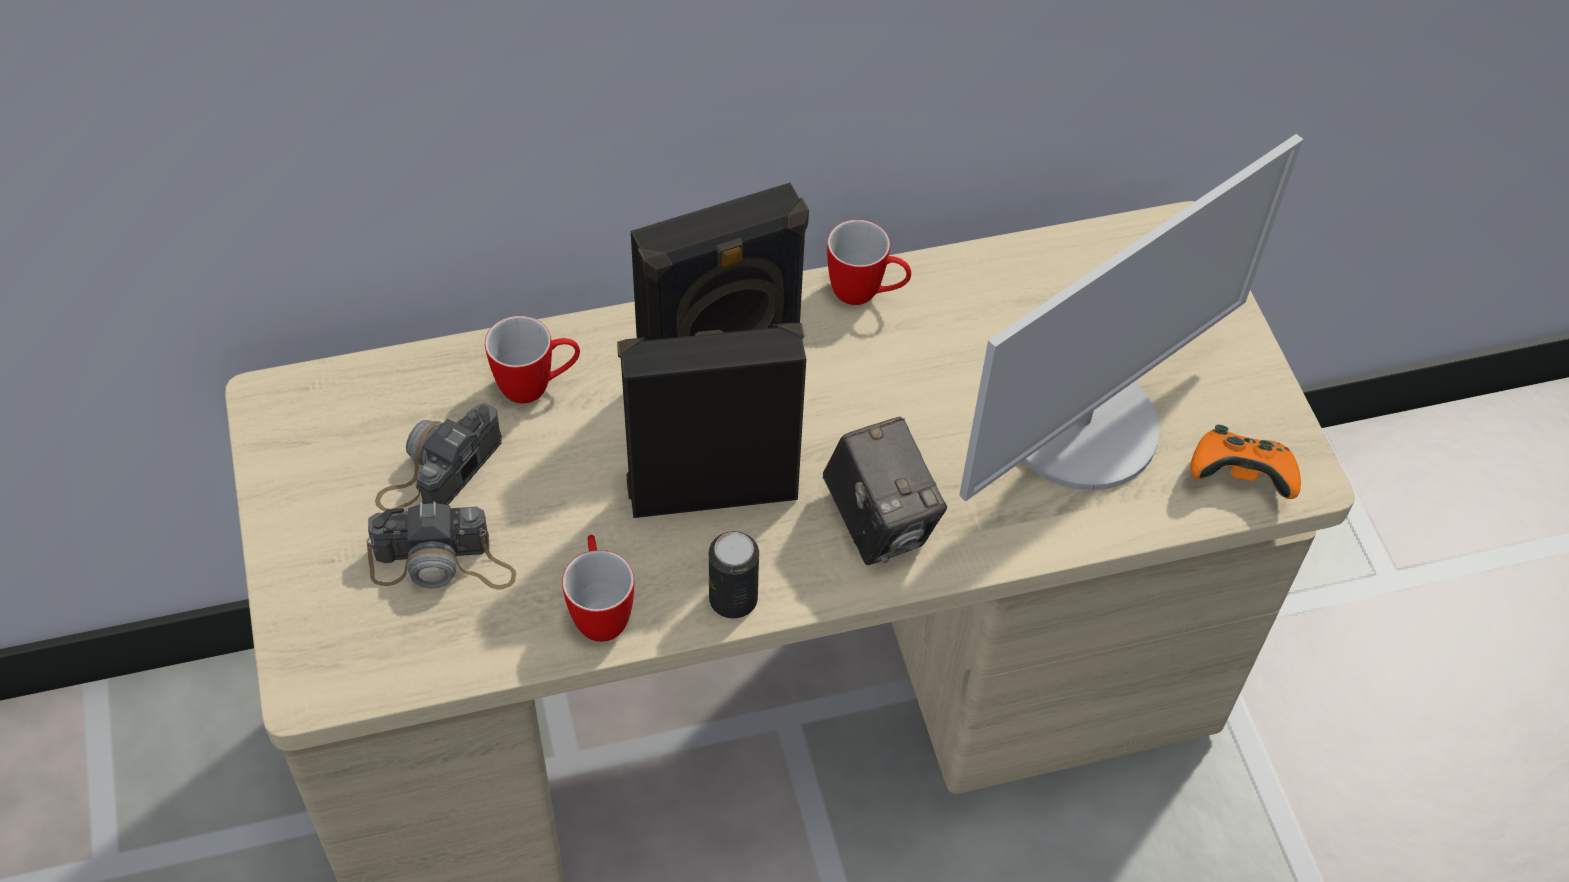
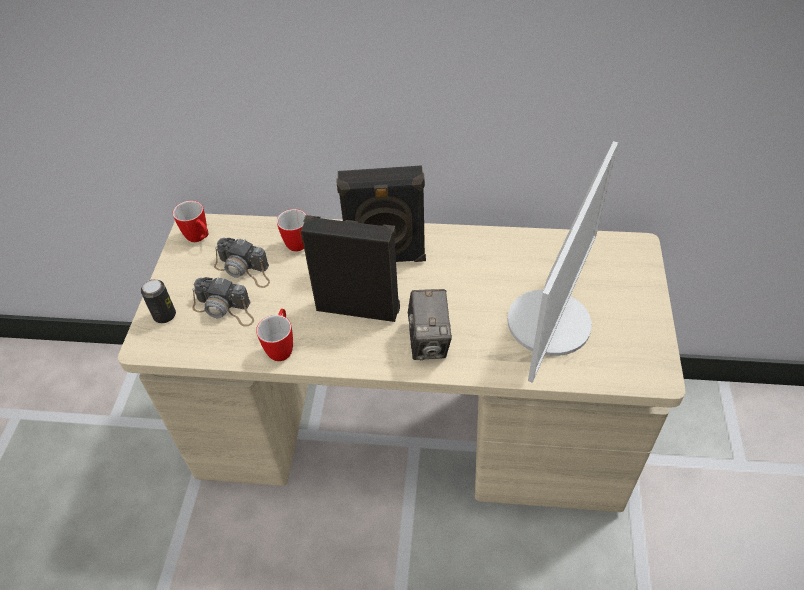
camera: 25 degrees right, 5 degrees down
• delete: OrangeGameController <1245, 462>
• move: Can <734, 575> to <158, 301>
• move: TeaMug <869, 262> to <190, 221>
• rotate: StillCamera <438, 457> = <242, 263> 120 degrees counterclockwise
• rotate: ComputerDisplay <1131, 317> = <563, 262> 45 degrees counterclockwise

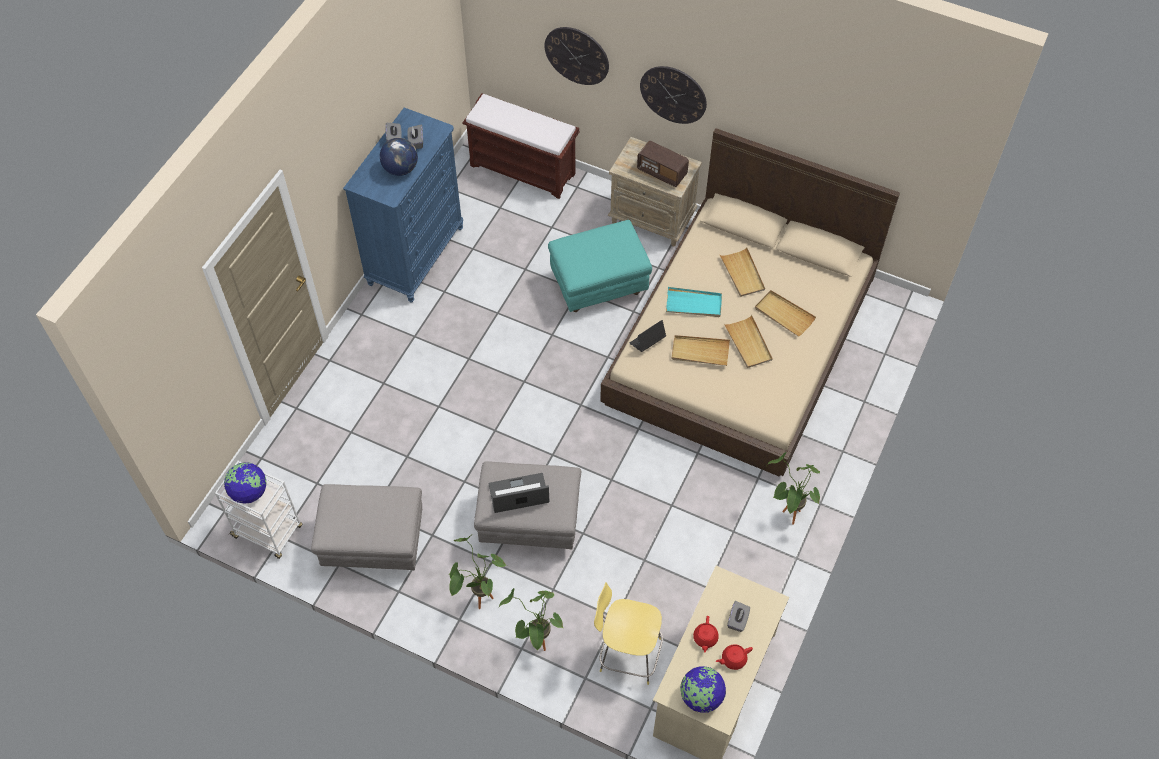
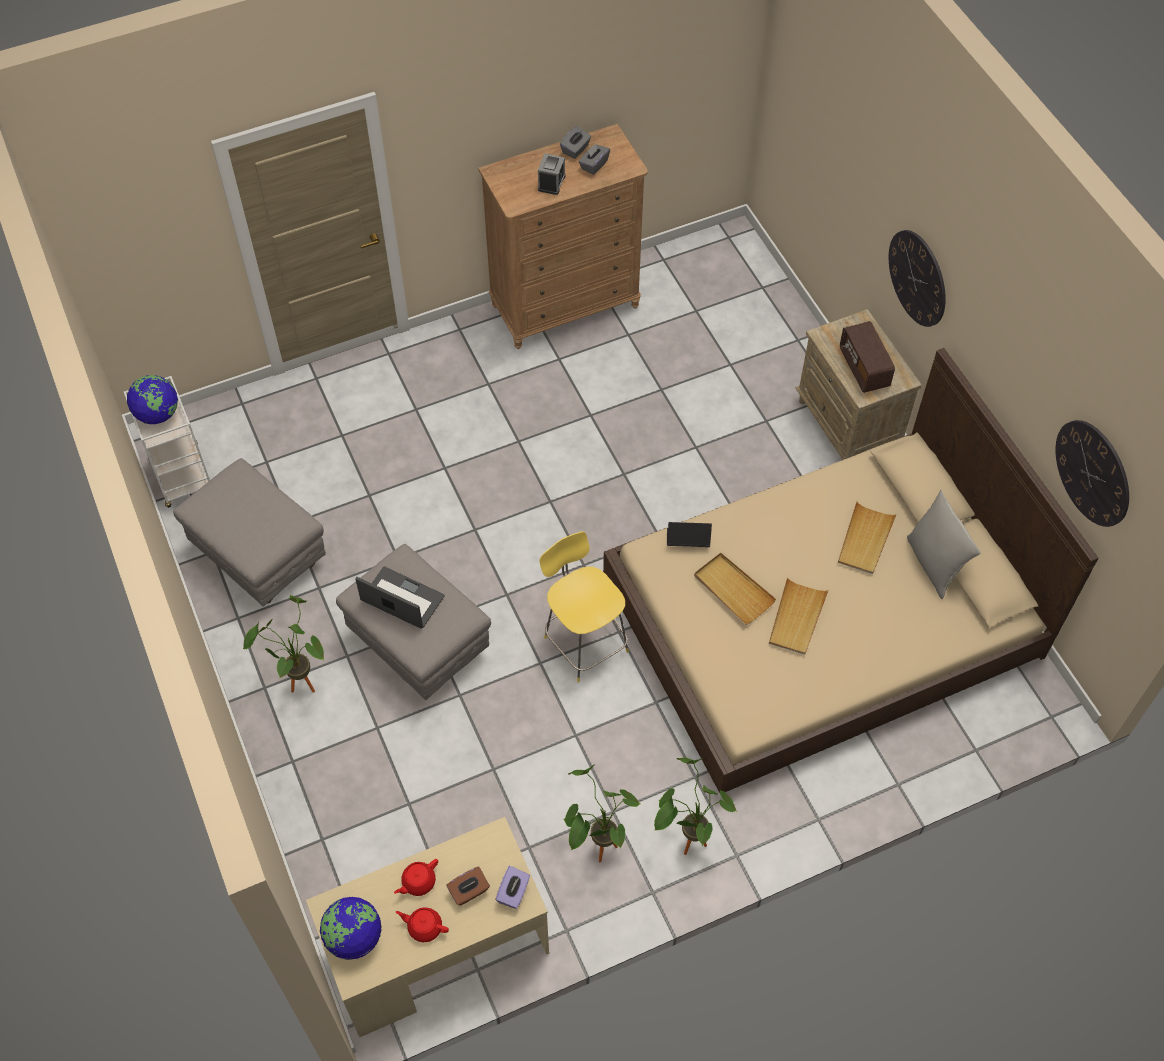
camera: 40 degrees right, 0 degrees up
• delete: BrownColouredBench <520, 146>
• delete: BlueGreenOttoman <600, 266>
• delete: BlueGreenCarryingTray <694, 302>
• delete: BeigeColouredCarryingTray <785, 313>
• insert: PurpleTissueBox <512, 887>
• insert: GreyThrowPillow <944, 544>
• move: Houseplant <531, 619> to <602, 813>
• move: WallClock <576, 56> to <1092, 473>
• move: YellowishSittingStool <628, 633> to <584, 607>
• replace: Globe <399, 157> to TableClock <551, 174>
• recolor: BlueColouredChestOfDrawers <403, 205> to BrownColouredChestOfDrawers <563, 236>
• recolor: GreyTissueBox <738, 616> to BrownColouredTissueBox <468, 886>

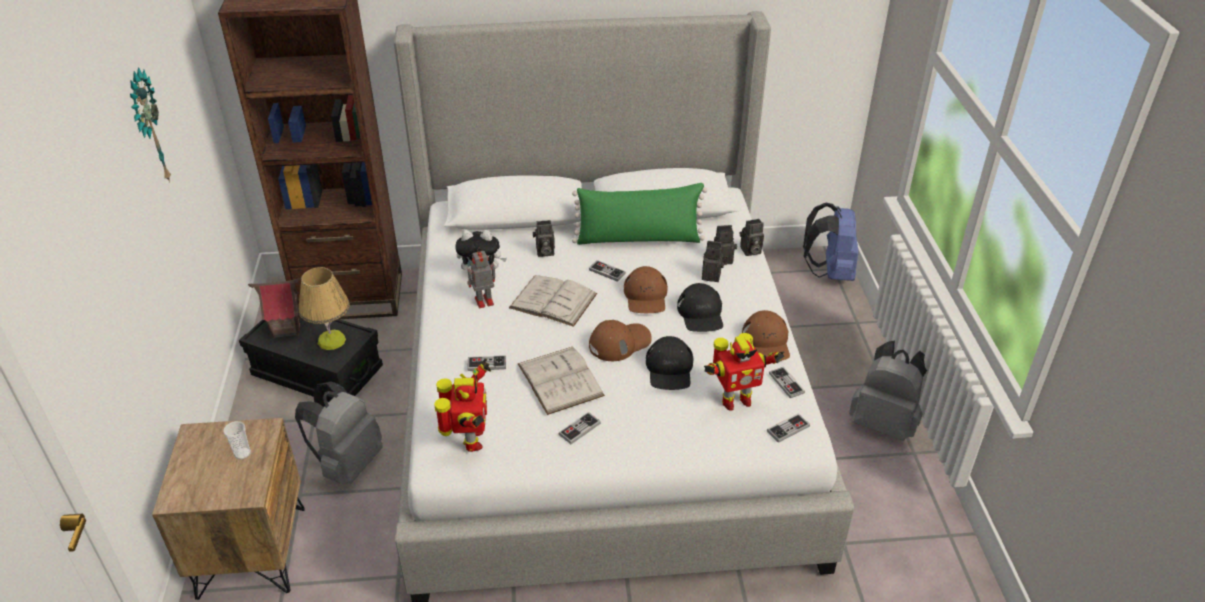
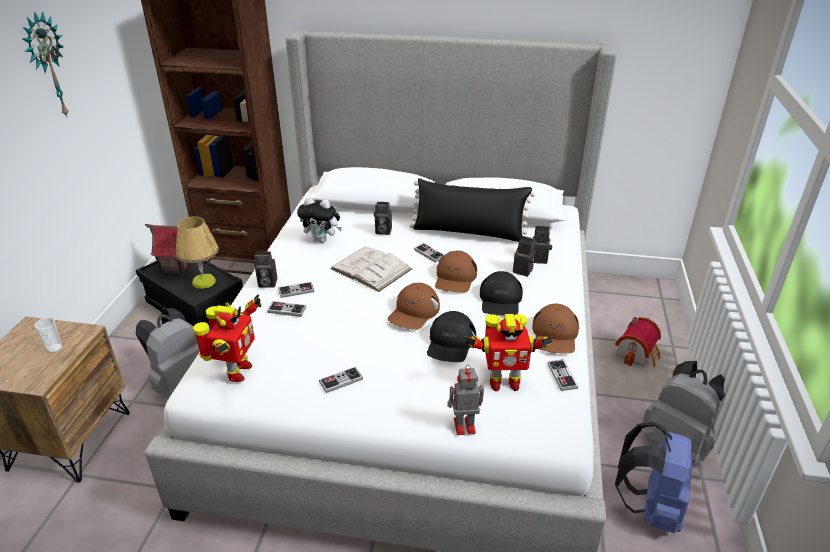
camera: 15 degrees right, 5 degrees down
• delete: WhiteColouredBook <561, 380>
• insert: ToyHouse <638, 342>
• move: ModelRobot <481, 278> to <465, 400>
• move: StillCamera <752, 237> to <265, 269>
• move: GameController <788, 428> to <296, 290>
• move: BlueColouredBackpack <831, 242> to <653, 477>
• recolor: GreenColouredThrowPillow <639, 214> to BlackThrowPillow <472, 210>
• rotate: BrownColouredBaseballCap <620, 340> = <414, 306> 135 degrees clockwise

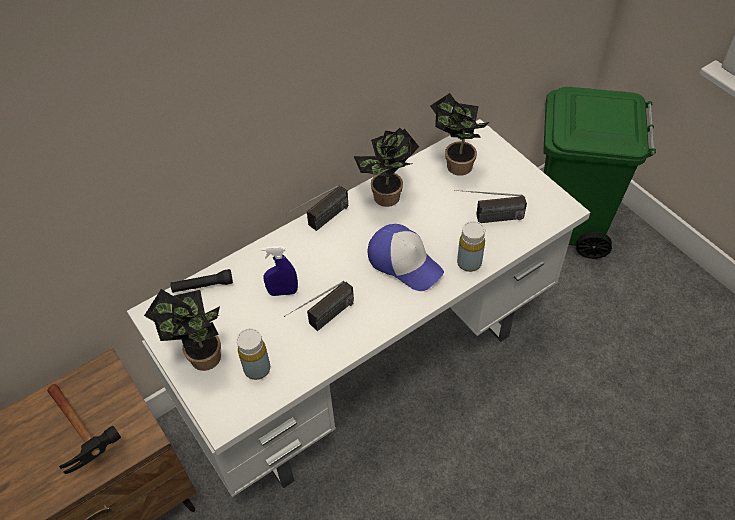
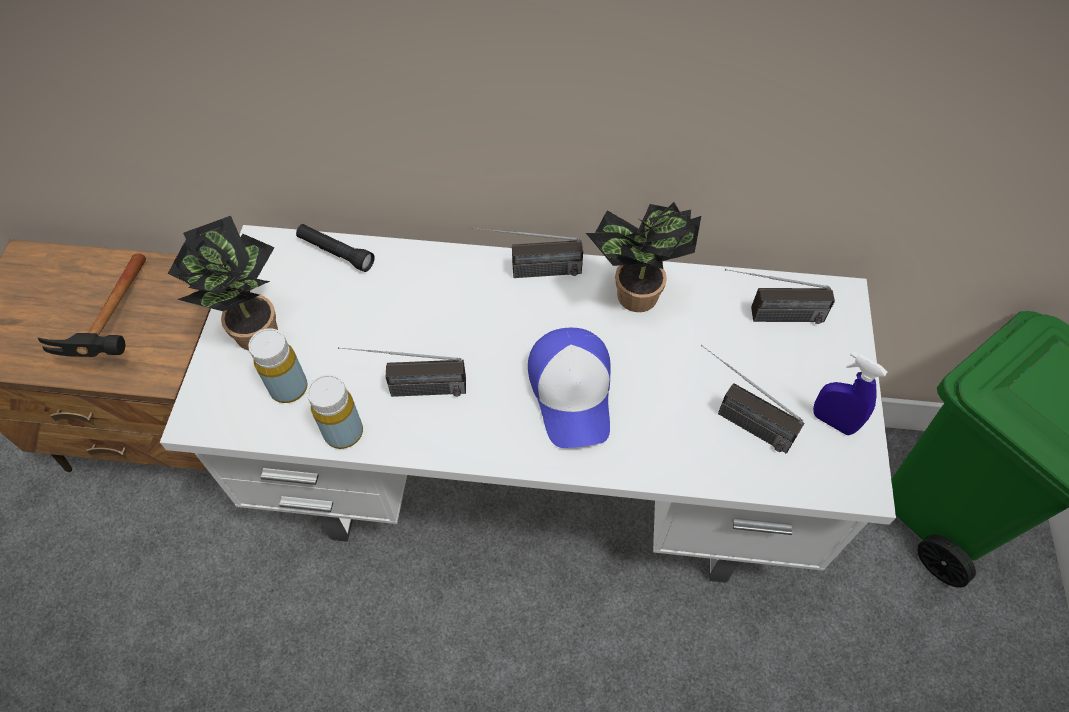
camera: 40 degrees right, 5 degrees up
• move: BlueColouredSprayBottle <280, 271> to <850, 393>
• move: YellowishBottle <471, 246> to <335, 412>
• replace: Houseplant <459, 134> to Radio <780, 296>

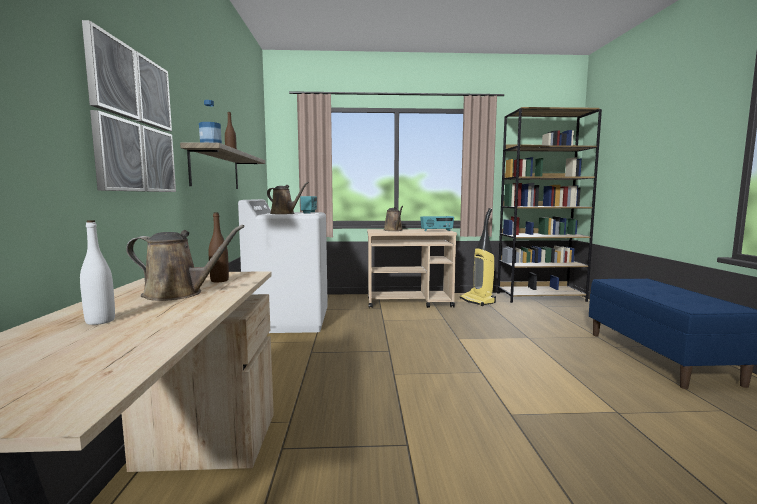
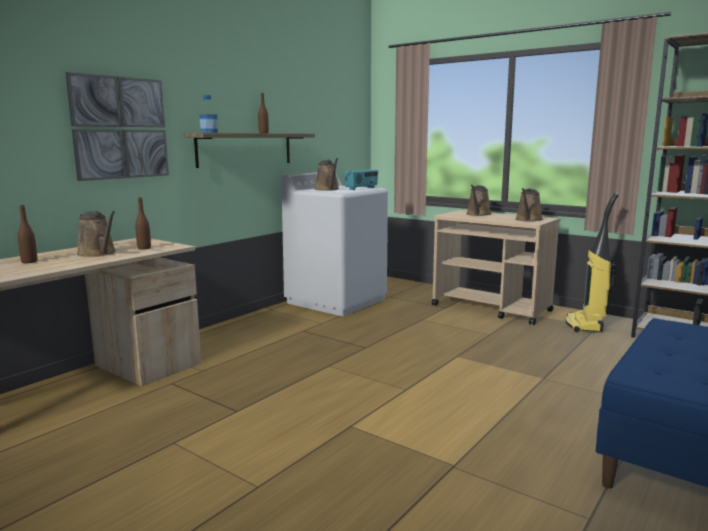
camera: 40 degrees right, 5 degrees up
• replace: Radio <437, 223> to BrownColouredWateringCan <529, 204>
• recolor: WhiteColouredBottle <97, 272> to BrownColouredBottle <27, 234>

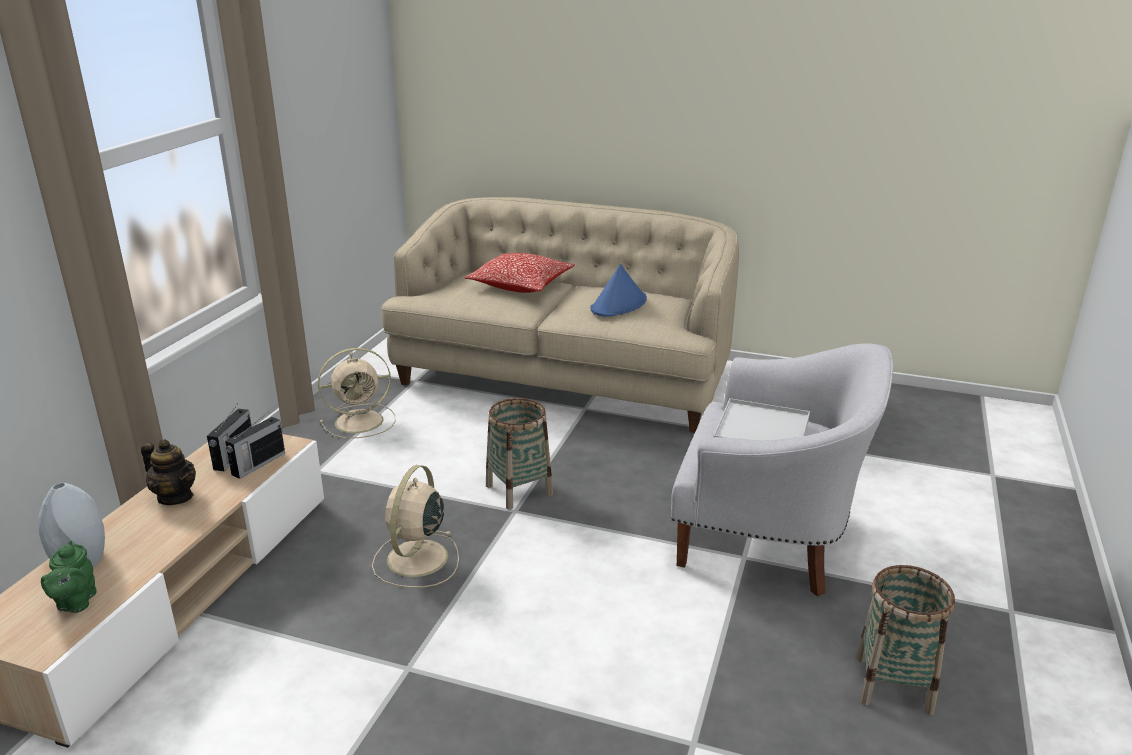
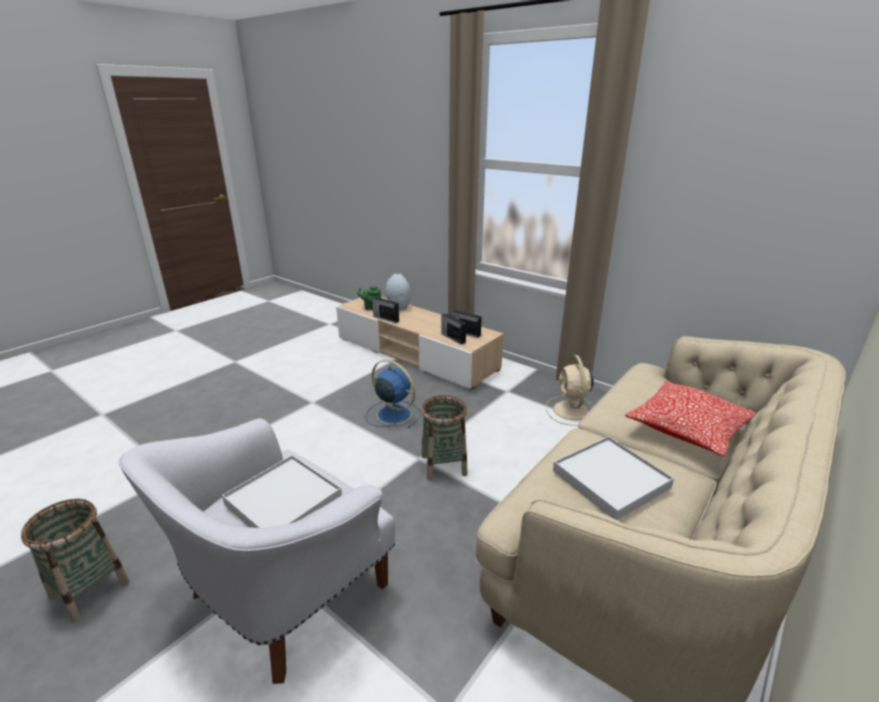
camera: 110 degrees right, 0 degrees up
• delete: TeaPot <168, 472>
• insert: Radio <385, 310>
• replace: BlueColouredHat <618, 290> to WhiteColouredCarryingTray <613, 478>
• recolor: BeigeColouredFan <415, 526> to BlueColouredFan <393, 394>

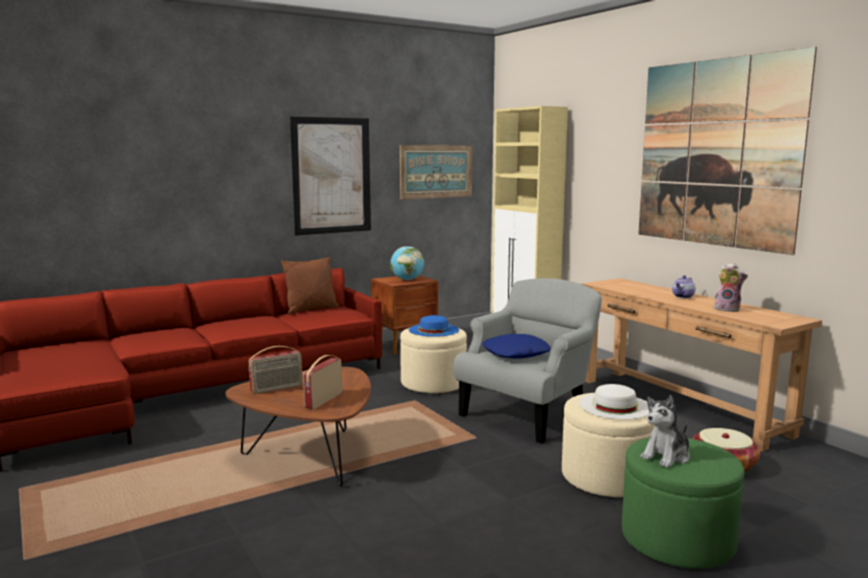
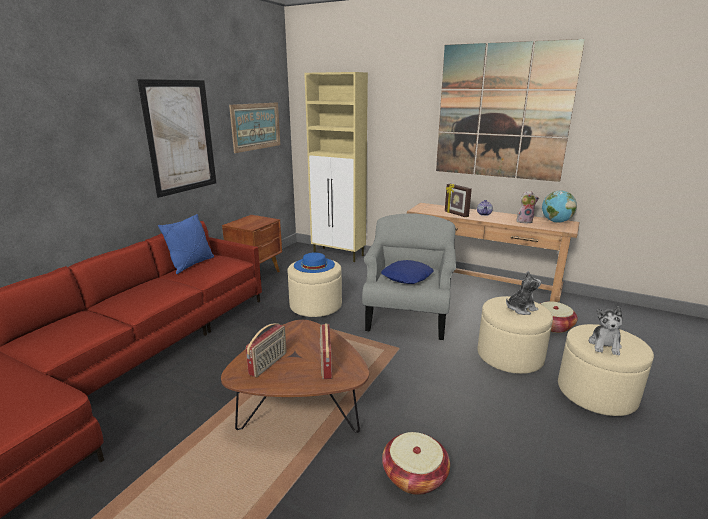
camera: 30 degrees left, 10 degrees up
• insert: StorageBasket <416, 463>
• insert: PhotoFrame <458, 200>
• move: Globe <407, 263> to <559, 207>
• replace: WhiteColouredHat <613, 402> to CuddlyToy <523, 293>
• recolor: BrownColouredThrowPillow <310, 286> to BlueColouredThrowPillow <186, 244>
• recolor: GreenColouredOttoman <683, 503> to BeigeColouredOttoman <606, 370>

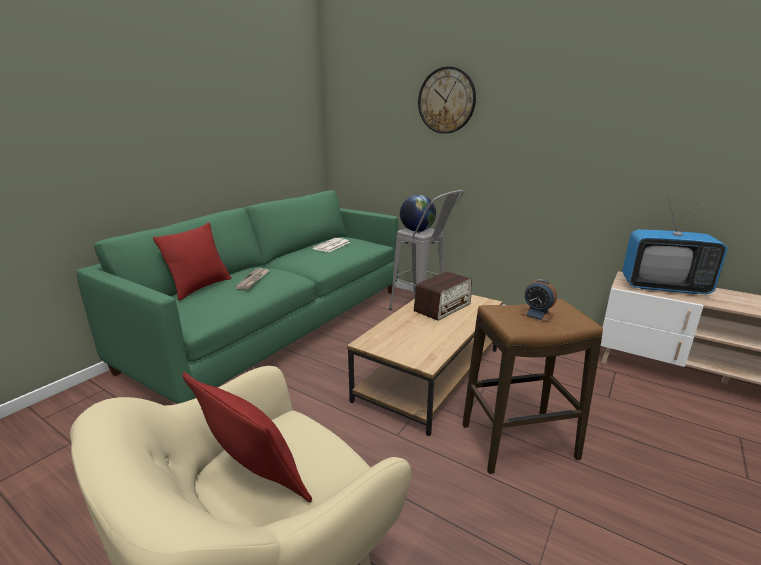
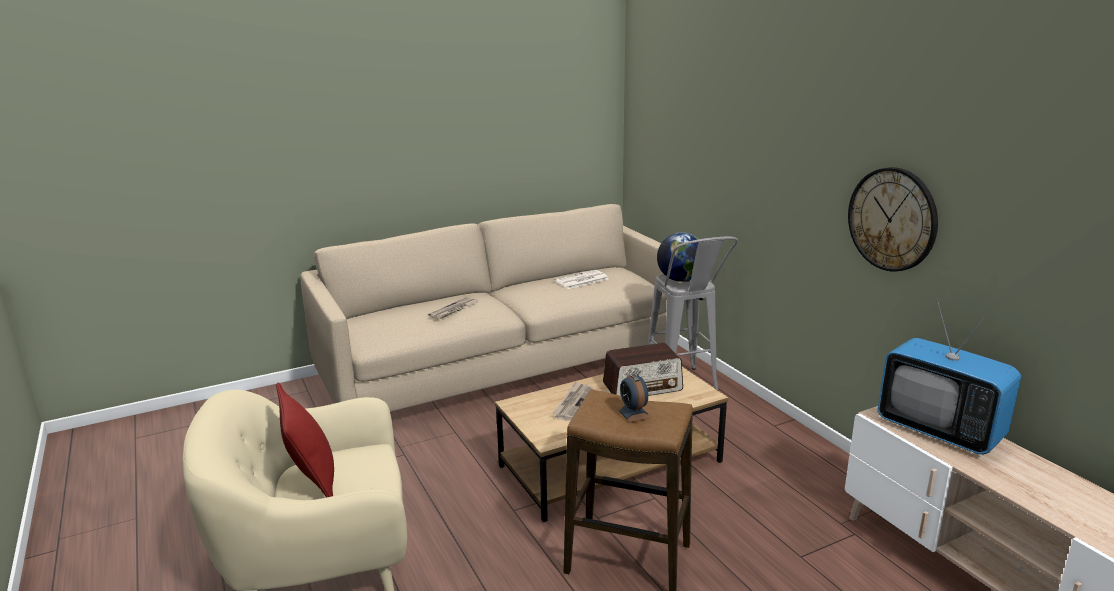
camera: 30 degrees right, 0 degrees up
• delete: ReddishThrowPillow <192, 261>
• insert: PrintedPaper <573, 401>
• move: WallClock <447, 100> to <893, 219>
• recolor: GreenColouredCouch <237, 297> to BeigeColouredCouch <491, 308>

